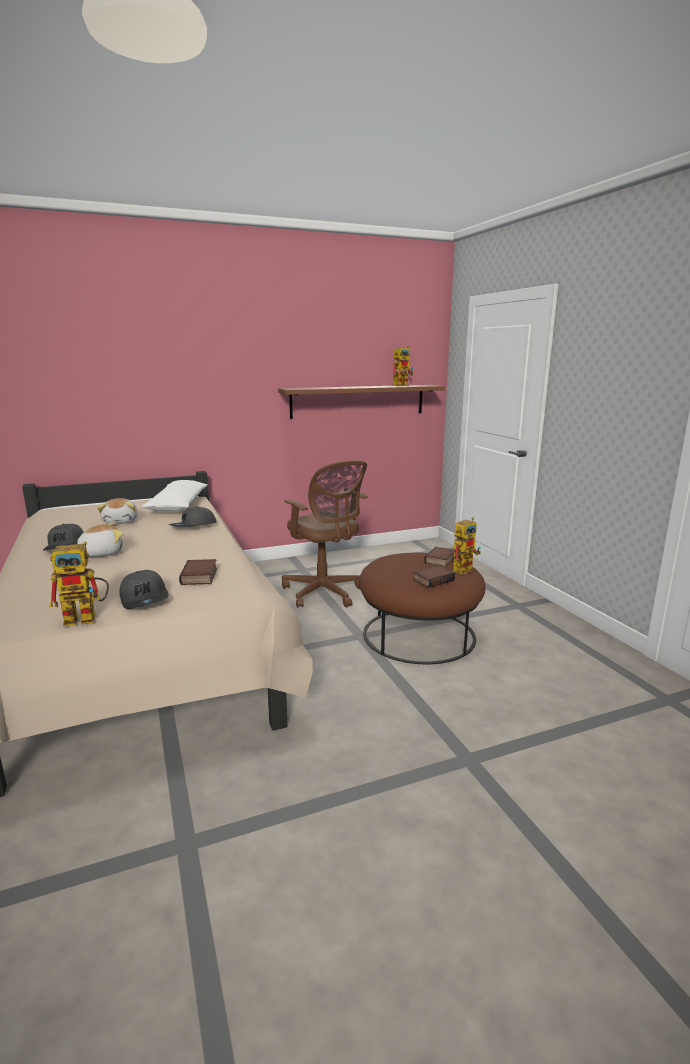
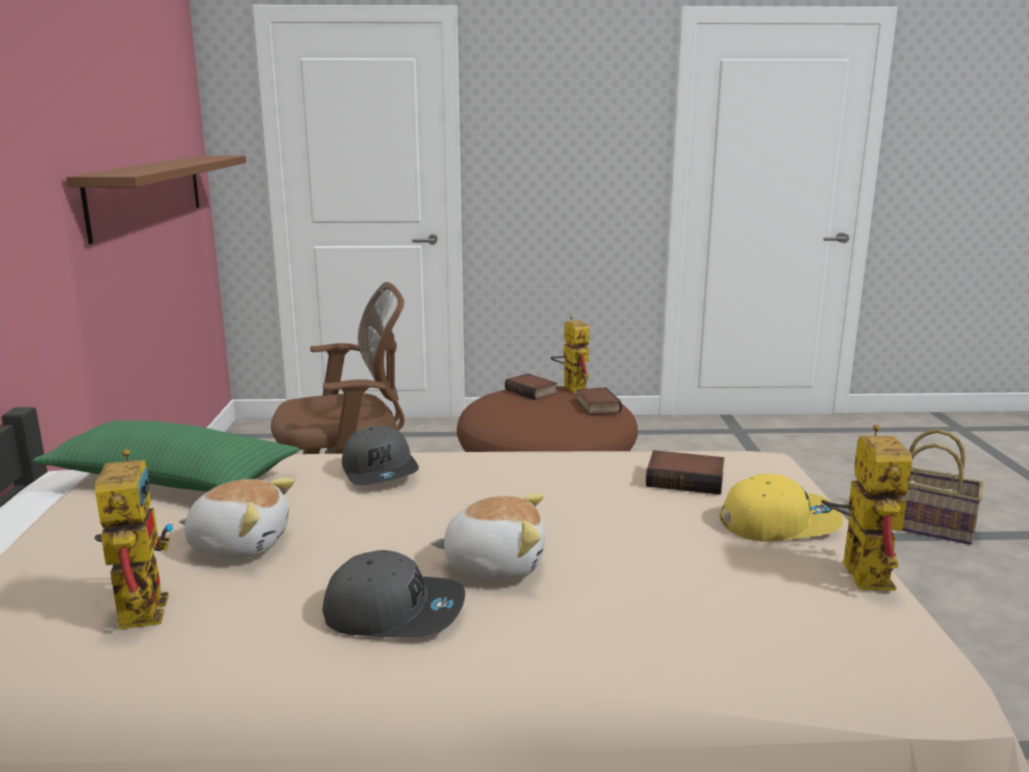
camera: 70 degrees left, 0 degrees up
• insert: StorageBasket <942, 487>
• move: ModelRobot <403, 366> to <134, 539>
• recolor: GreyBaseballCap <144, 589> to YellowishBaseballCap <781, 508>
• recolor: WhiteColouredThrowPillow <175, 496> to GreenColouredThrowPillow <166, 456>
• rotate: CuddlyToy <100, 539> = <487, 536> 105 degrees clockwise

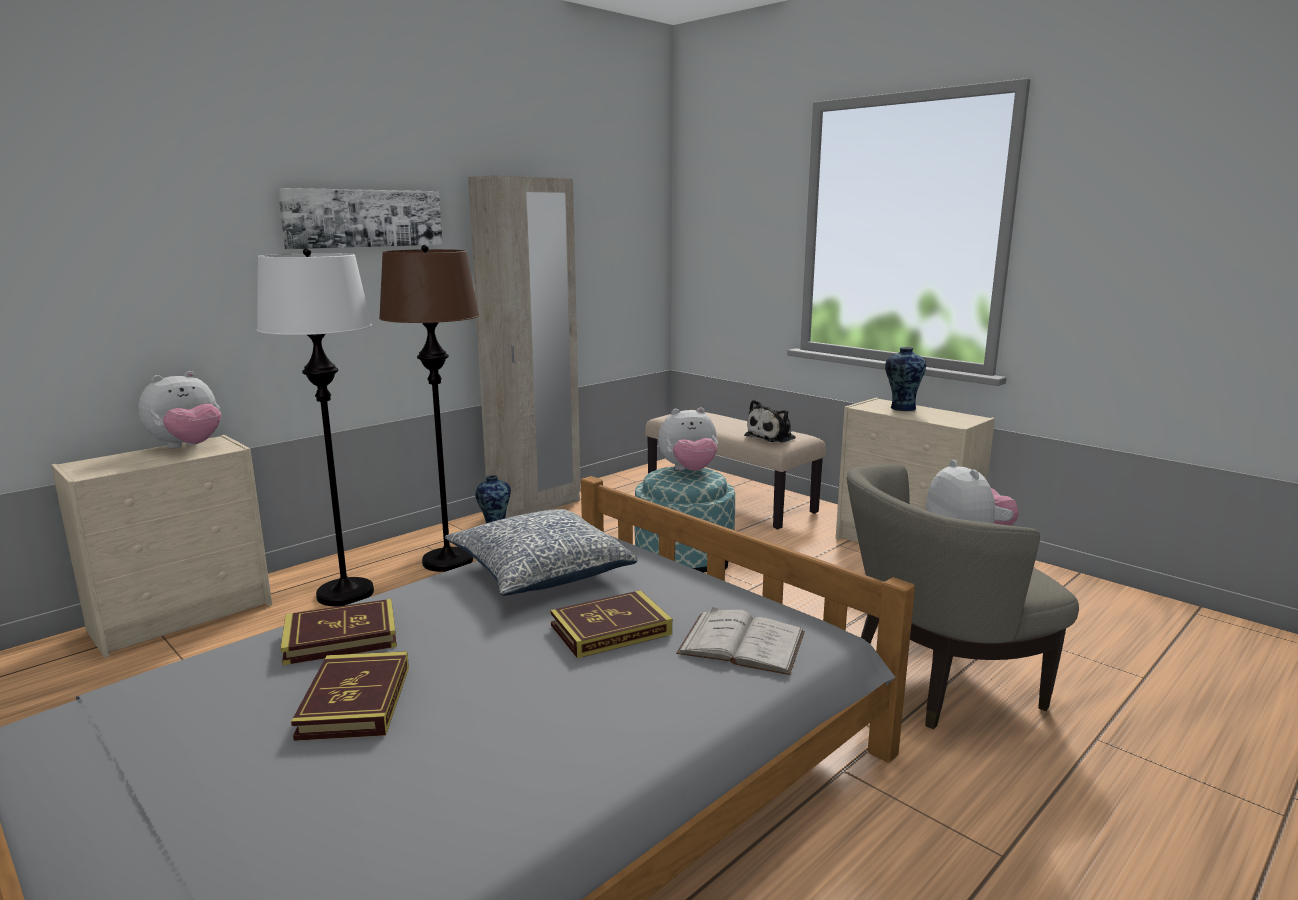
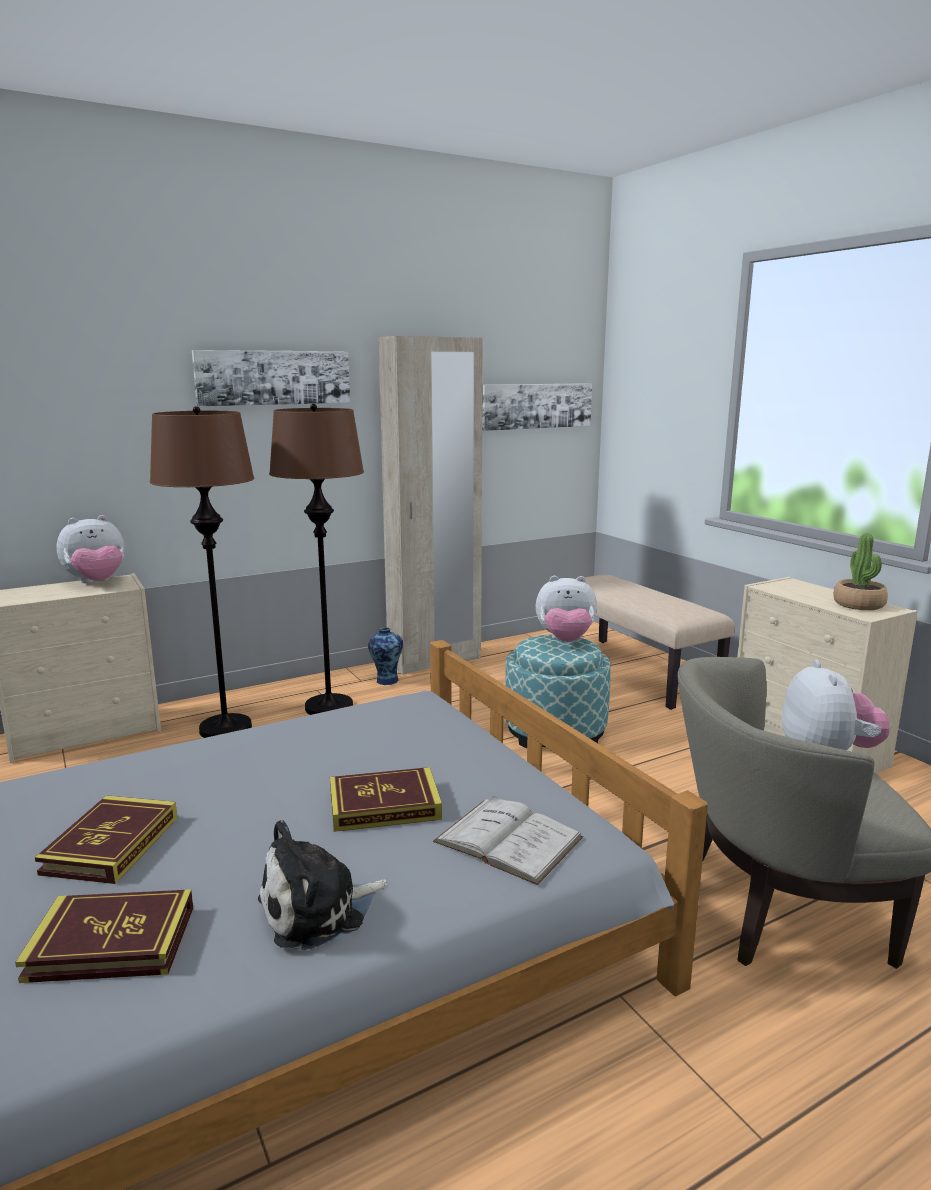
camera: 15 degrees right, 0 degrees up
• delete: ThrowPillow <541, 552>
• delete: FlowerVase <905, 379>
• insert: WallArt <537, 407>
• insert: Houseplant <861, 571>
• move: Book <339, 632> to <104, 936>
• move: CuddlyToy <770, 421> to <322, 885>
• recolor: WhiteColouredStandardLamp <315, 427> to BrownColouredStandardLamp <202, 572>

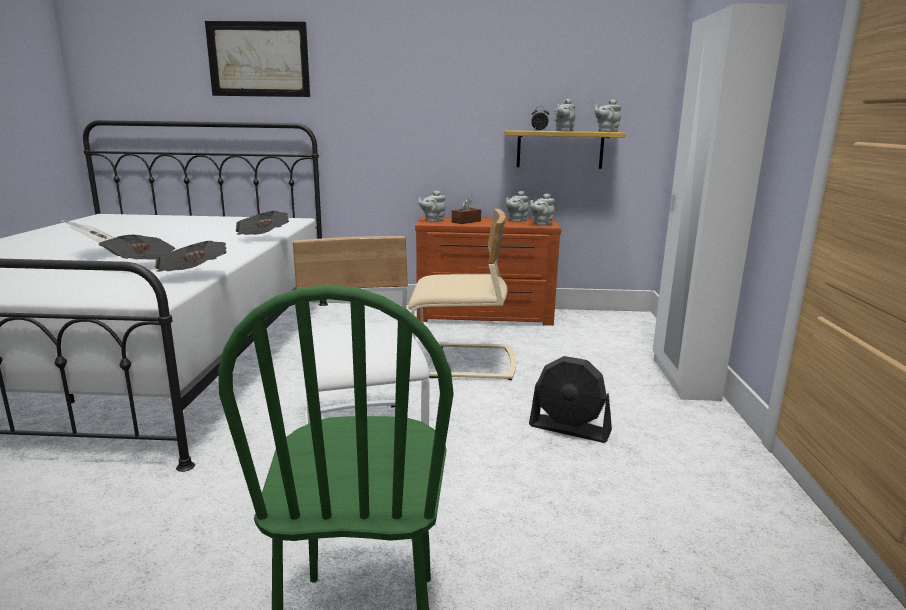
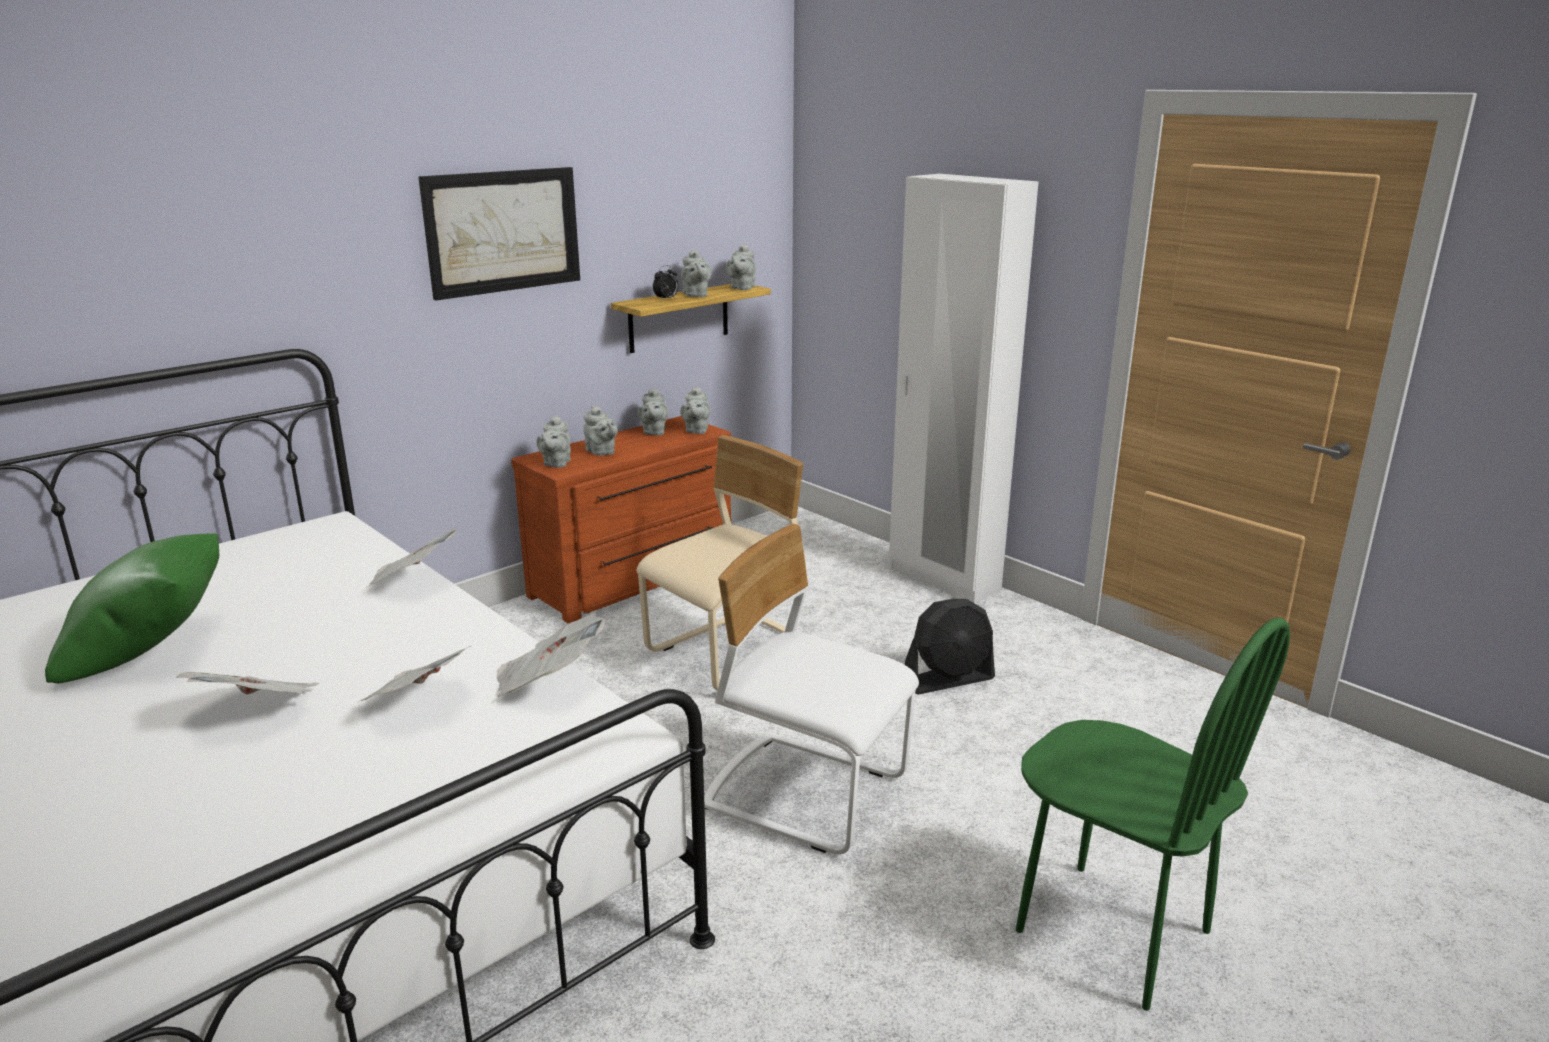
camera: 45 degrees left, 5 degrees up
• insert: GreenColouredThrowPillow <132, 608>
• move: WallArt <257, 59> to <499, 233>
• replace: BrownColouredTissueBox <466, 211> to GreyTeaPot <600, 431>

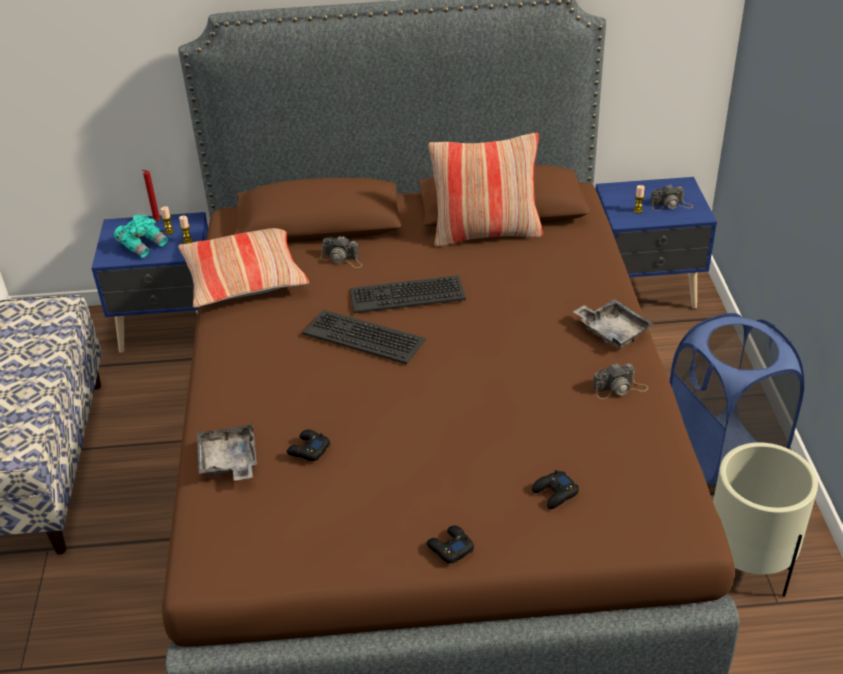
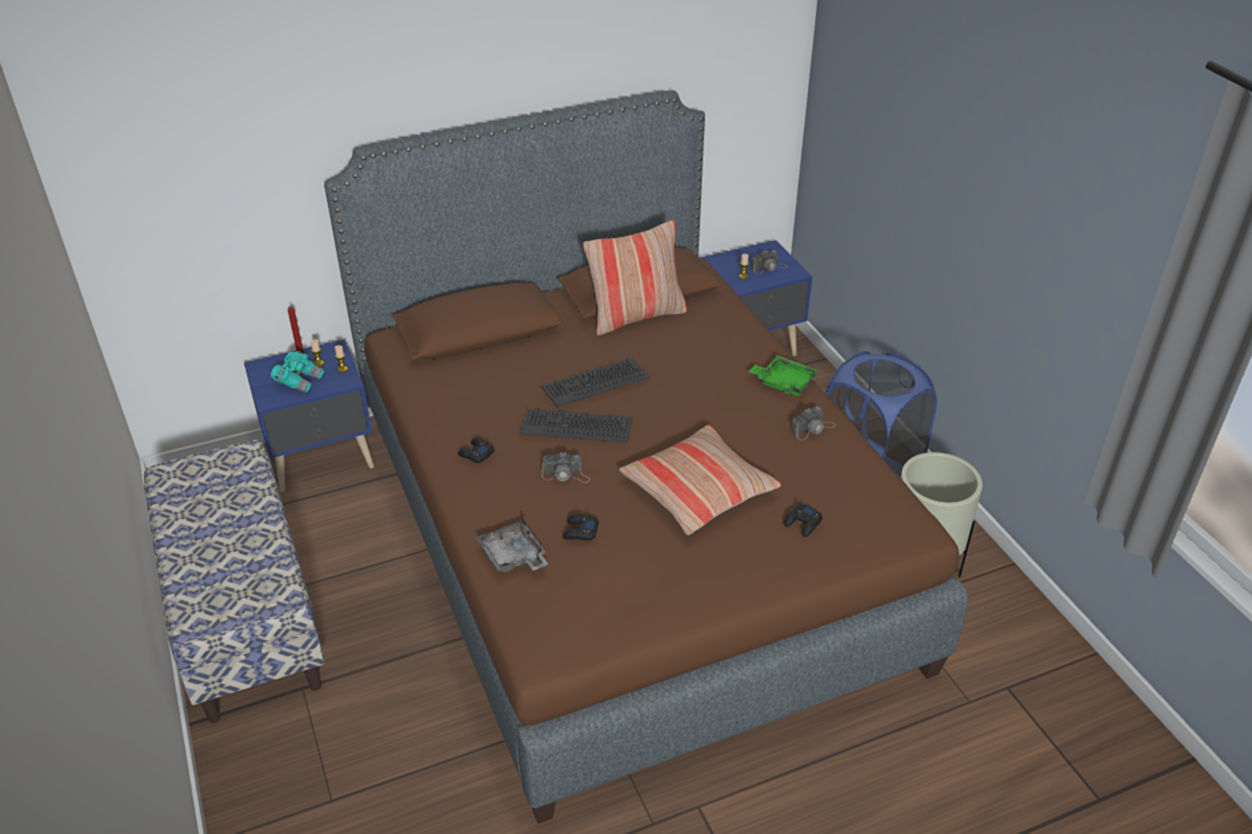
camera: 20 degrees left, 0 degrees up
• move: ThrowPillow <243, 268> to <700, 480>
• move: StillCamera <341, 252> to <566, 467>
• move: BlackGameController <450, 544> to <476, 450>
• recolor: GreyCarryingTray <613, 324> to GreenColouredCarryingTray <784, 375>

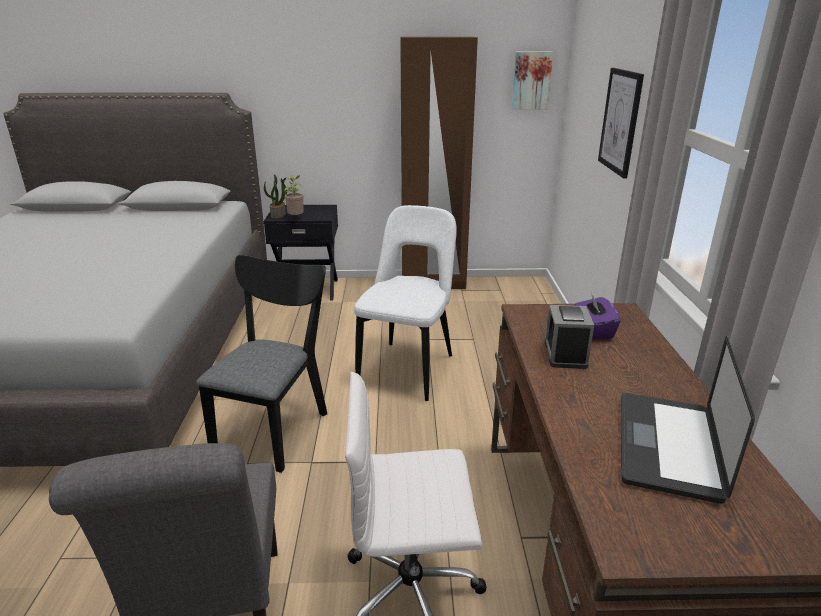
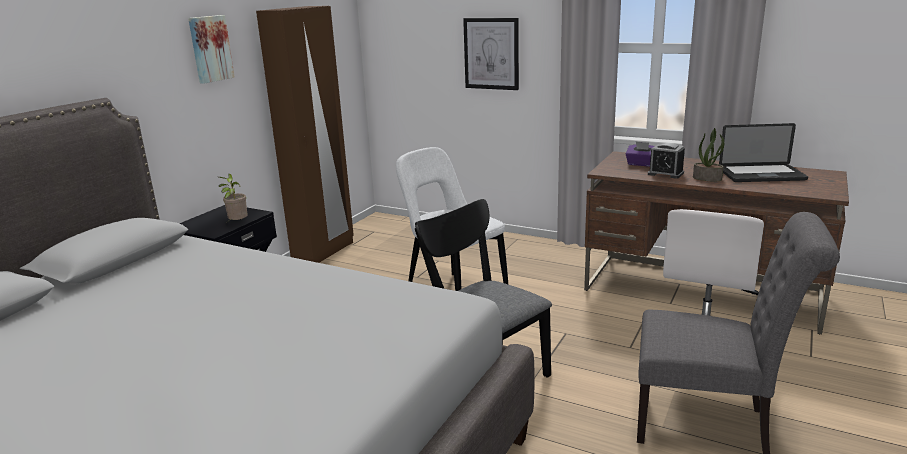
camera: 60 degrees left, 5 degrees down
• move: Houseplant <275, 196> to <708, 154>
• move: WallArt <532, 81> to <211, 49>
• rotate: PortableComputer <688, 420> = <763, 152> 45 degrees counterclockwise

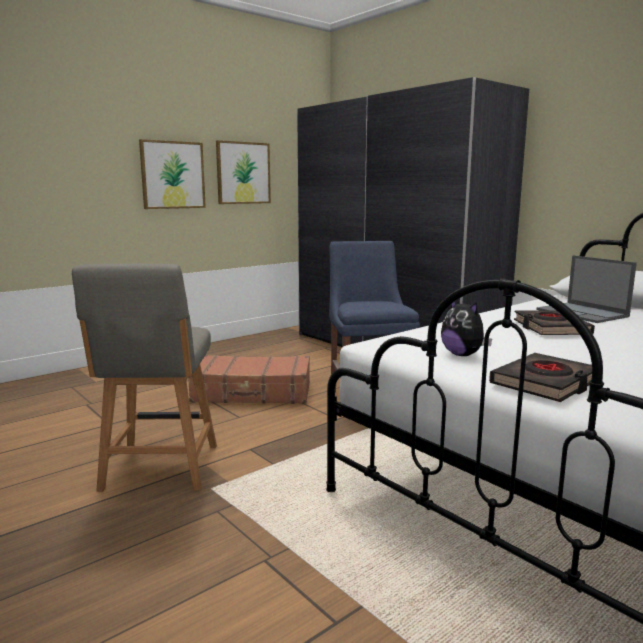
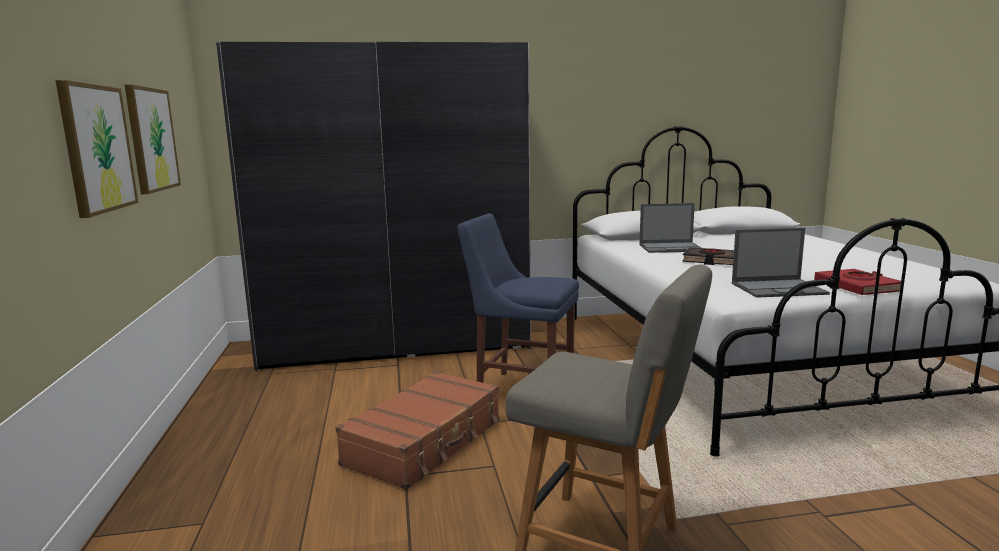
camera: 60 degrees left, 0 degrees up
• replace: CuddlyToy <466, 328> to PortableComputer <781, 263>
• recolor: BlackBook <540, 377> to ReddishBook <857, 282>

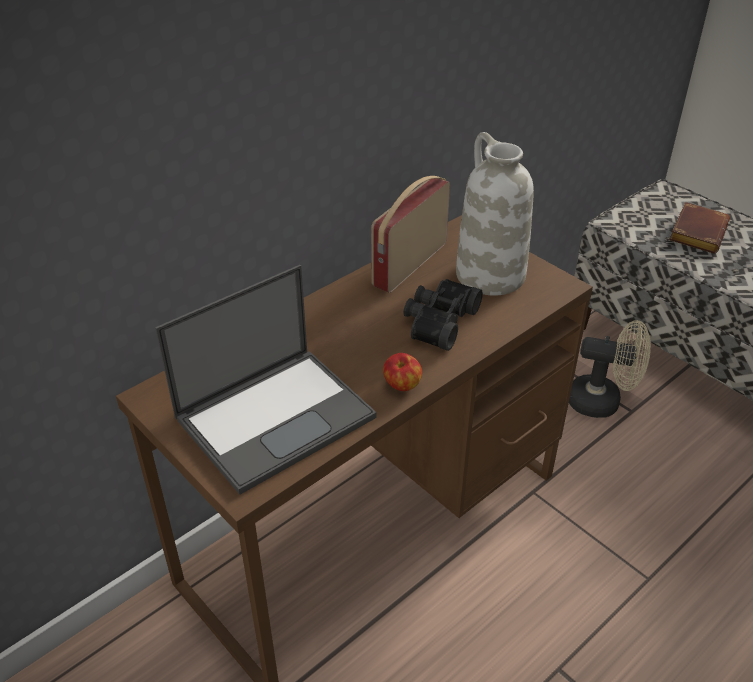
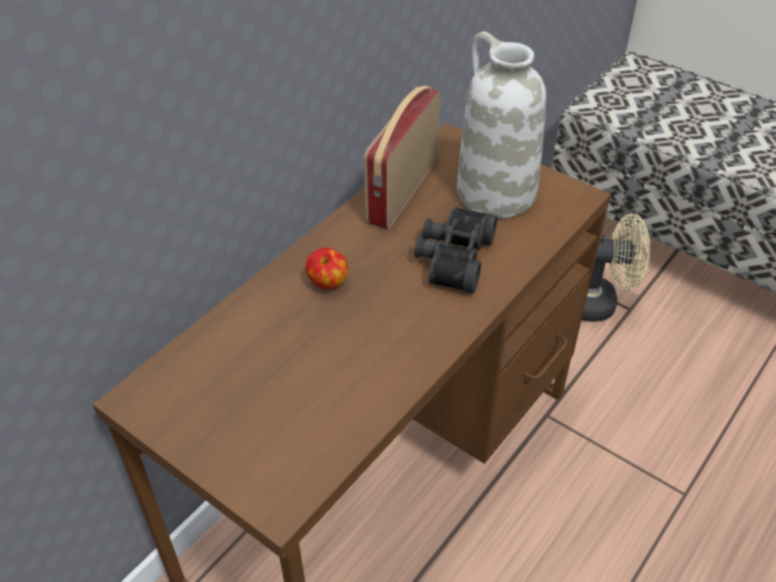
camera: 10 degrees left, 5 degrees up
• delete: PortableComputer <266, 380>
• delete: BrownColouredBook <699, 227>
• move: AppleFruit <402, 372> to <326, 268>

